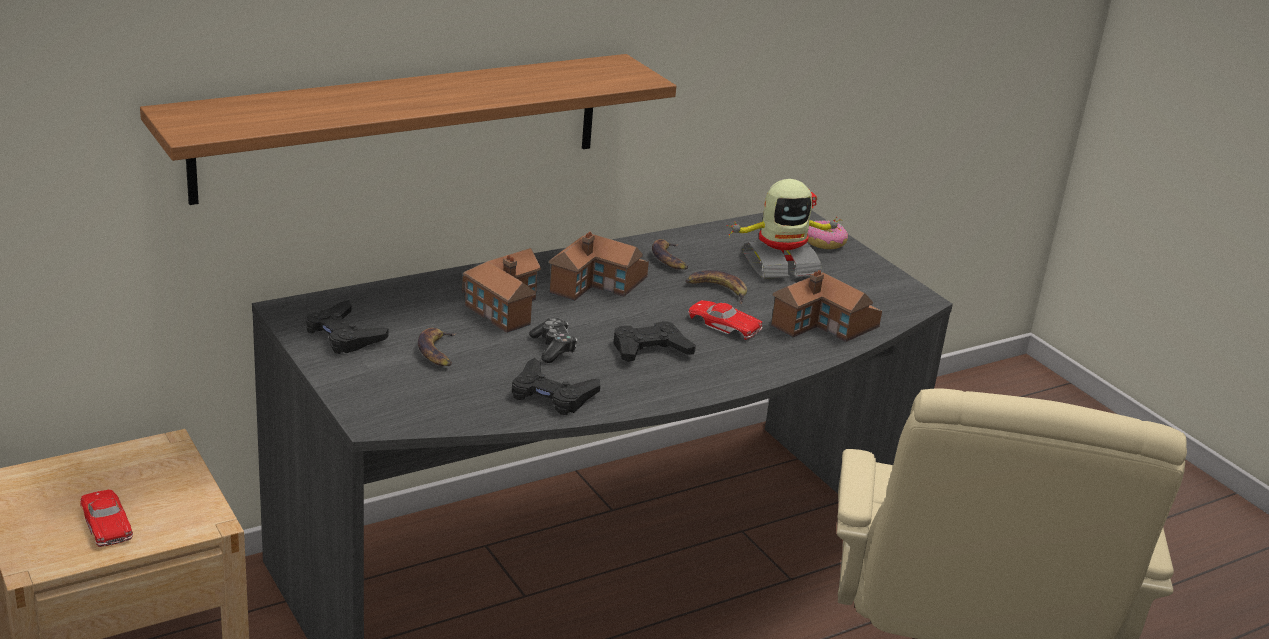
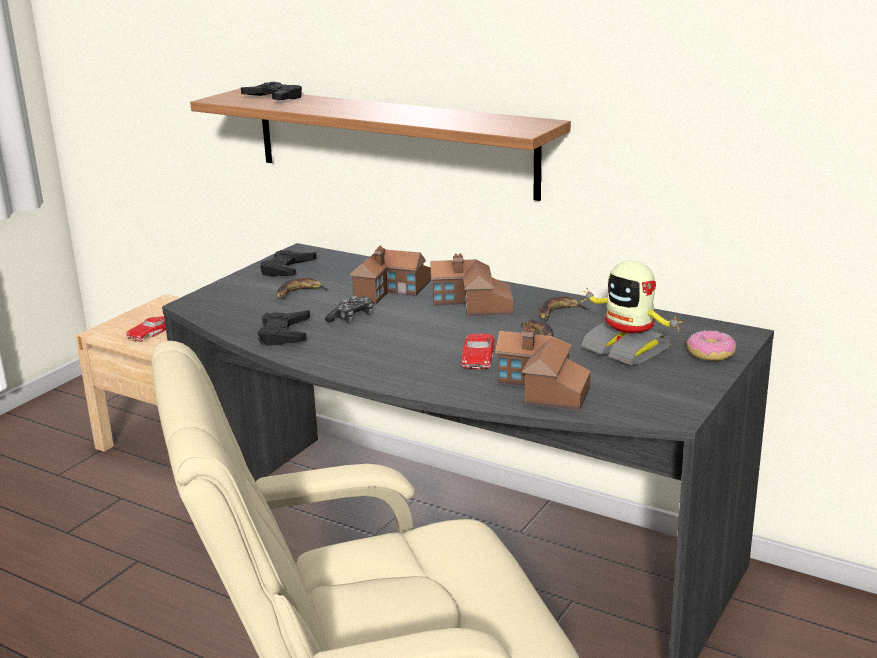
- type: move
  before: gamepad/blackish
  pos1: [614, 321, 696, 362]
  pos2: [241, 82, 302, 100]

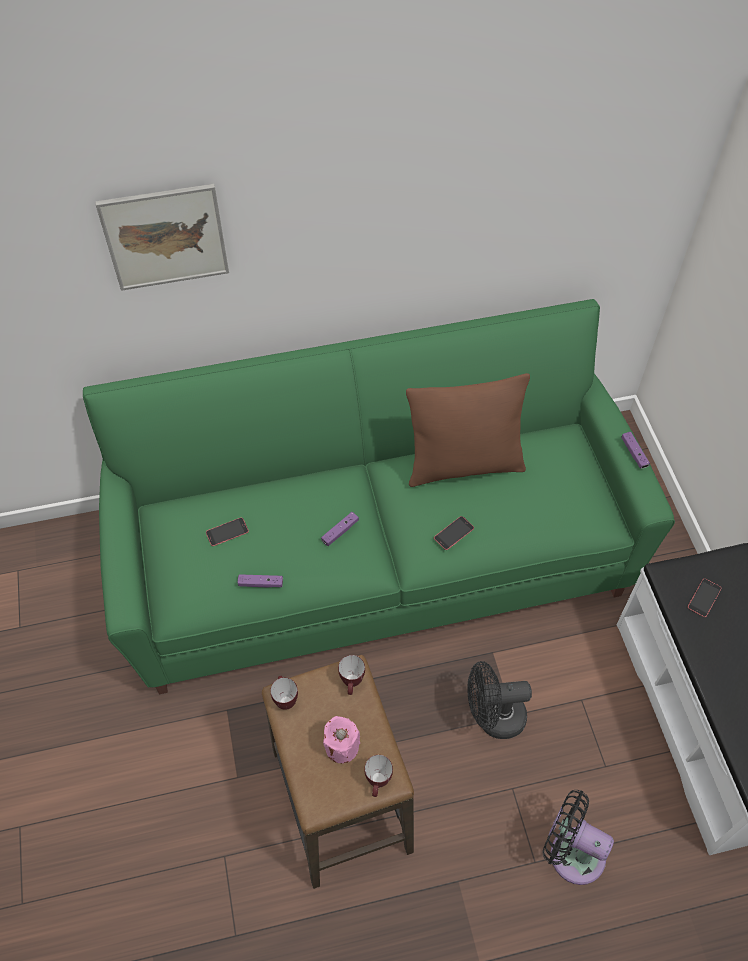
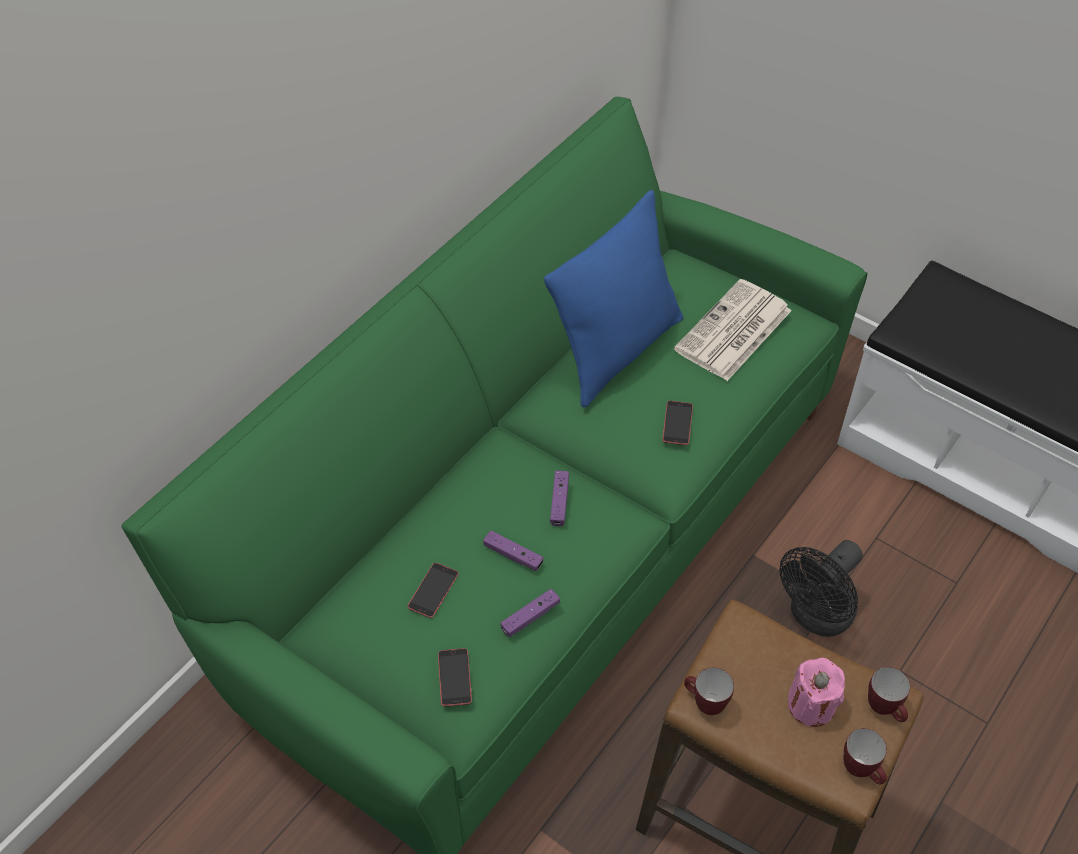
- type: delete
  before: picture
  pos1: [95, 184, 229, 291]
- type: delete
  before: cooling fan/blackish
  pos1: [543, 790, 614, 885]
- type: insert
  after: newspaper
  pos2: [674, 279, 792, 381]
- type: move
  before: mug
  pos1: [338, 655, 365, 695]
  pos2: [844, 728, 887, 785]
- type: move
  before: gamepad/purple
  pos1: [621, 432, 650, 468]
  pos2: [483, 531, 544, 571]
- type: move
  before: telephone
  pos1: [688, 578, 721, 617]
  pos2: [438, 648, 472, 706]
- type: recolor
  before: pillow/brown
  after: pillow/blue-coloured
  pos1: [406, 373, 530, 487]
  pos2: [544, 190, 683, 408]

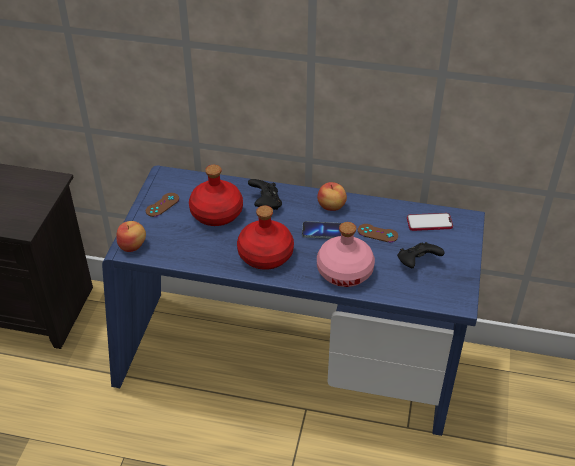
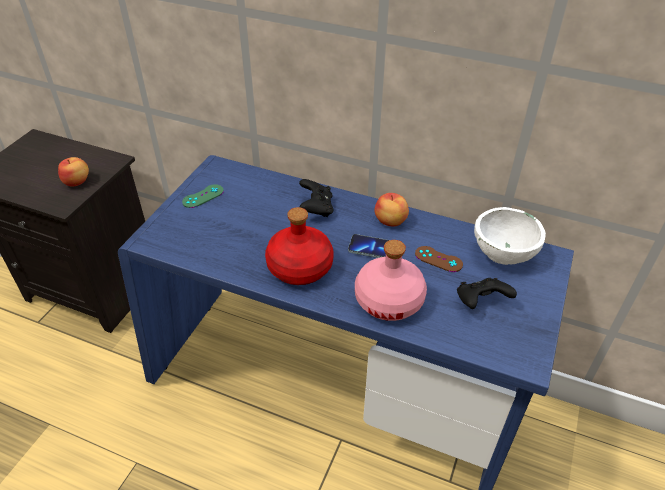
- type: delete
  before: drink bottle/red-coloured
  pos1: [189, 165, 243, 226]
- type: move
  before: apple fruit
  pos1: [116, 221, 146, 252]
  pos2: [58, 157, 89, 186]
- type: replace
  before: telephone
  after: serving bowl/white
  pos1: [407, 213, 453, 231]
  pos2: [474, 207, 546, 265]
- type: recolor
  before: gamepad/brown
  after: gamepad/green-coloured
  pos1: [146, 193, 179, 217]
  pos2: [182, 184, 224, 208]

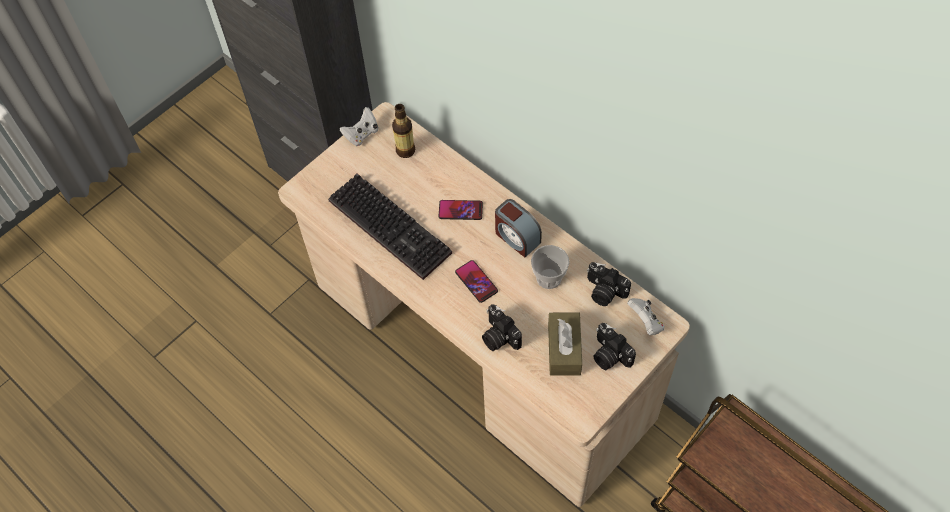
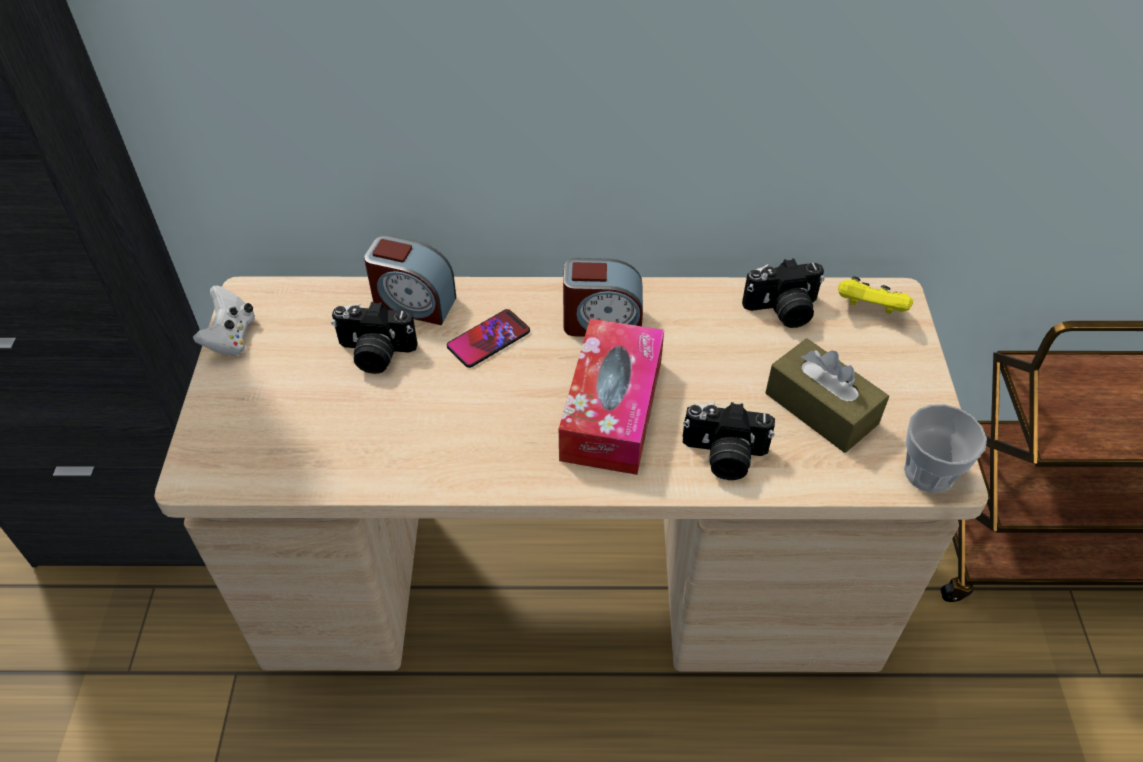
- type: delete
  before: keyboard
  pos1: [328, 173, 452, 280]
- type: delete
  before: drink bottle
  pos1: [392, 104, 415, 158]
- type: insert
  after: alarm clock
  pos2: [364, 235, 456, 325]
- type: move
  before: cup
  pos1: [531, 245, 569, 289]
  pos2: [904, 404, 987, 493]
- type: move
  before: still camera
  pos1: [593, 323, 636, 370]
  pos2: [331, 302, 418, 374]
- type: replace
  before: telephone
  after: tissue holder
  pos1: [455, 260, 498, 303]
  pos2: [559, 318, 664, 475]
- type: recolor
  before: gamepad/white
  after: gamepad/yellowish
  pos1: [627, 298, 665, 335]
  pos2: [838, 276, 913, 314]

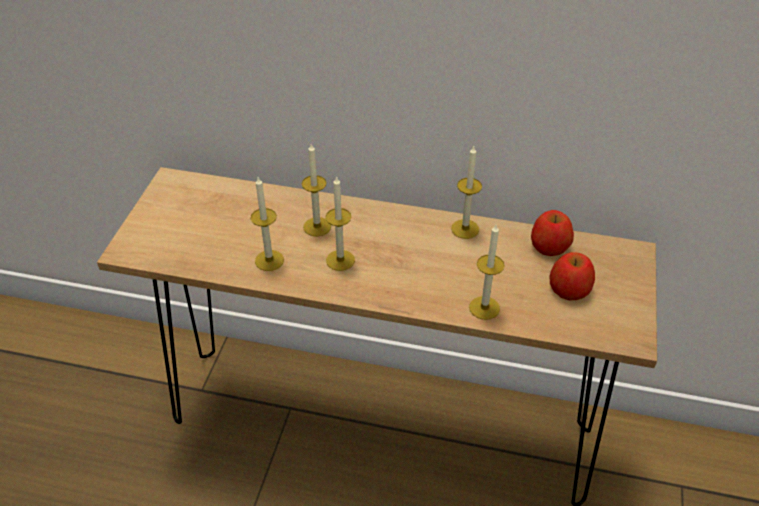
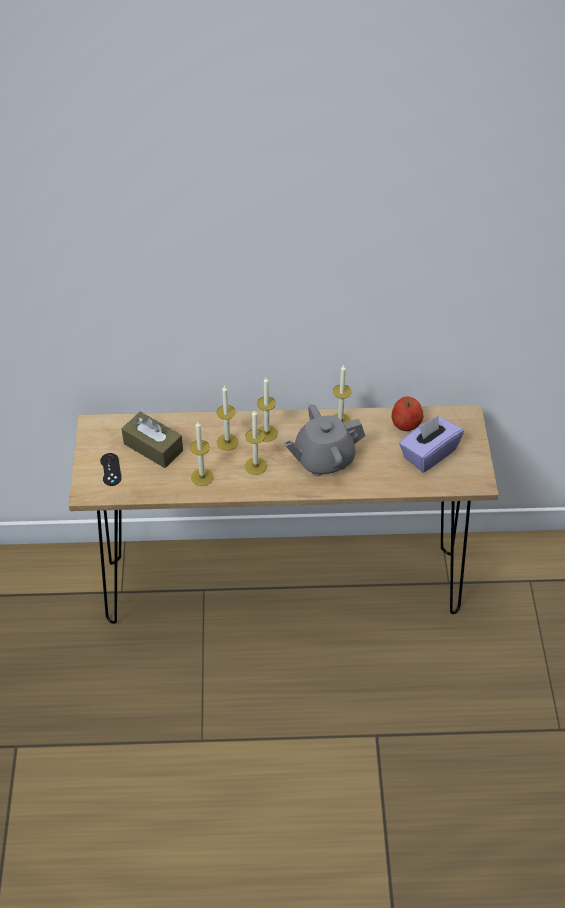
- type: insert
  after: gamepad/blackish
  pos2: [100, 453, 122, 486]
- type: insert
  after: tissue holder/brown
  pos2: [121, 412, 183, 468]
- type: insert
  after: pot for tea/gray
  pos2: [284, 404, 365, 476]
- type: move
  before: wax candle
  pos1: [469, 225, 504, 320]
  pos2: [257, 377, 278, 442]
- type: replace
  before: apple fruit
  after: tissue holder/purple
  pos1: [550, 252, 595, 300]
  pos2: [399, 416, 464, 472]

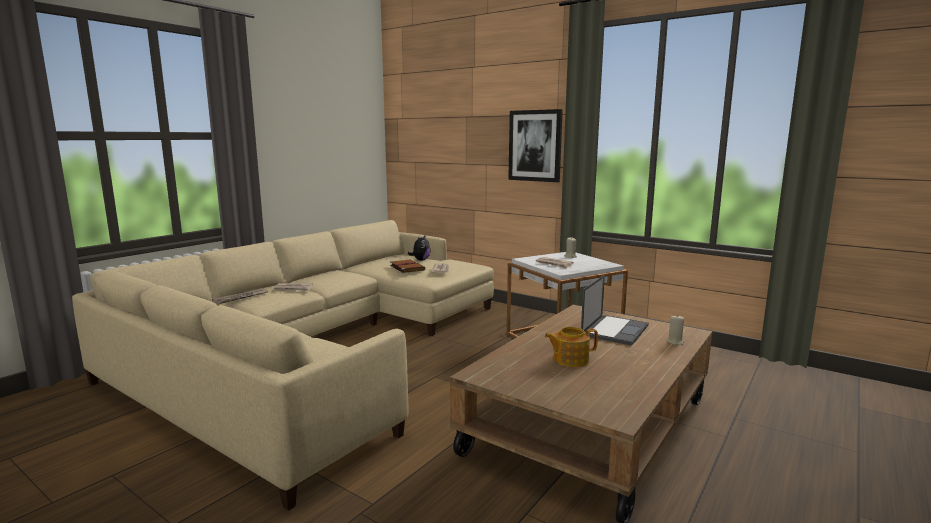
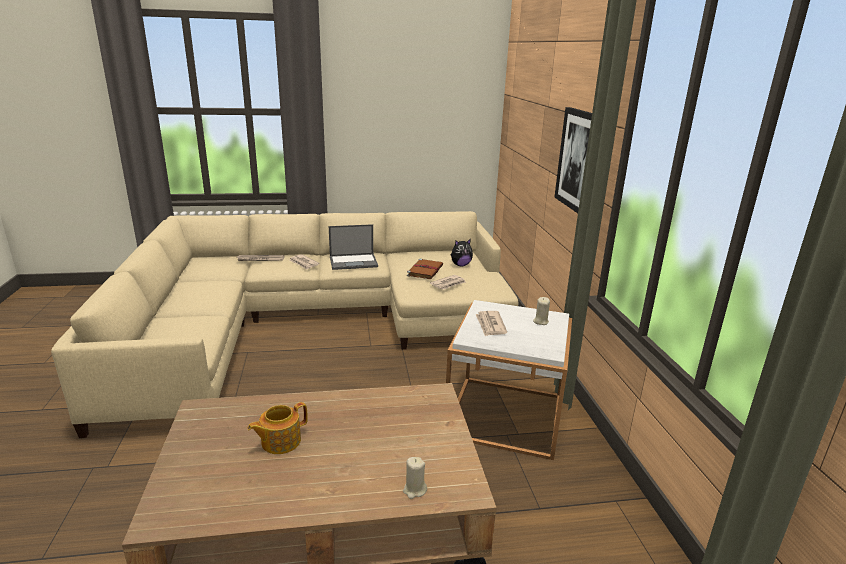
- type: move
  before: laptop
  pos1: [581, 275, 649, 346]
  pos2: [329, 224, 378, 270]
- type: rotate
  before: pot for tea
  pos1: [545, 327, 598, 367]
  pos2: [248, 402, 308, 454]
  turn: -75

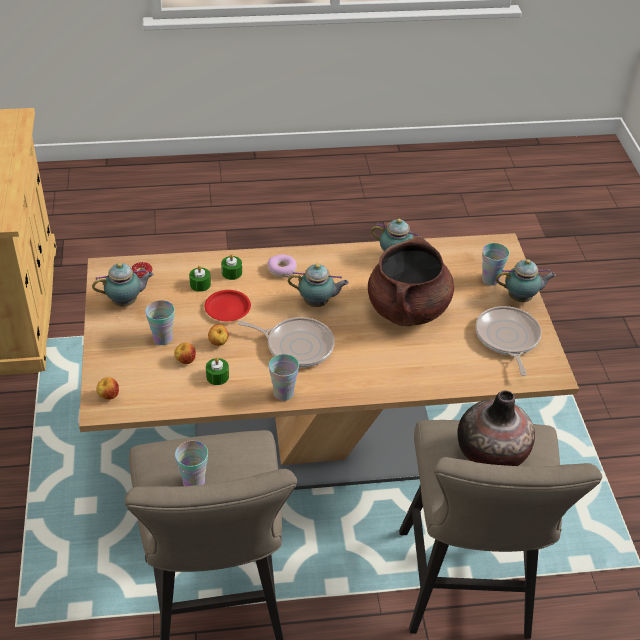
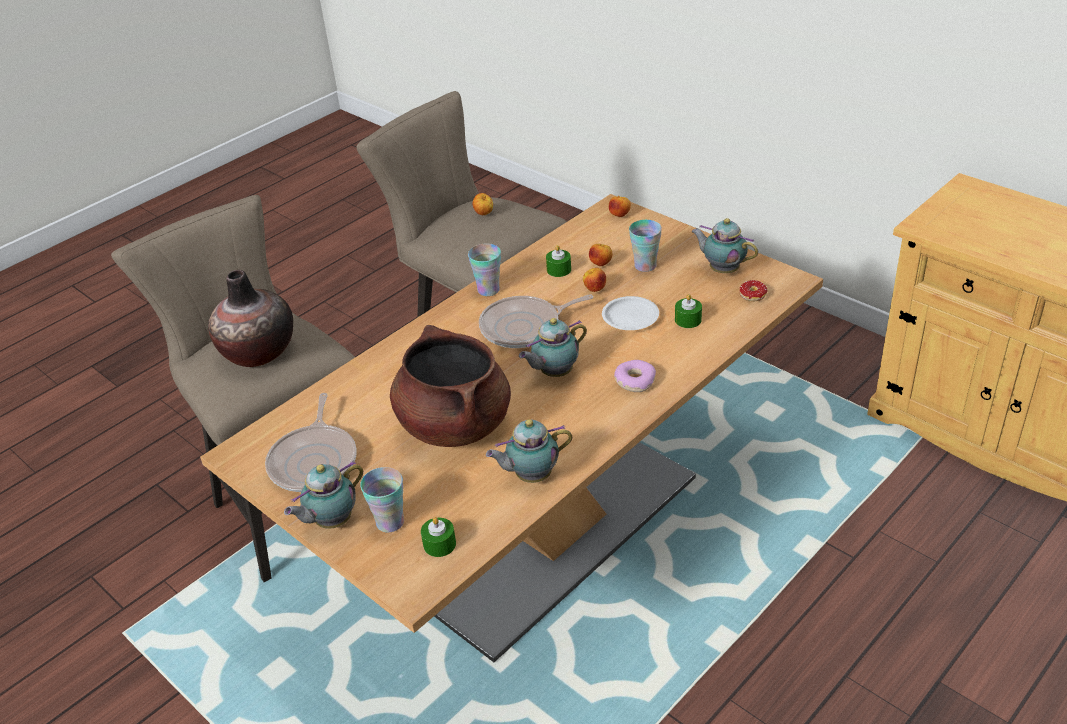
- type: move
  before: wax candle/green-coloured
  pos1: [221, 254, 242, 280]
  pos2: [421, 517, 456, 557]
- type: replace
  before: cup
  after: apple fruit
  pos1: [175, 441, 208, 486]
  pos2: [473, 193, 493, 215]
- type: recolor
  before: dinner plate/red-coloured
  after: dinner plate/white
  pos1: [204, 290, 251, 321]
  pos2: [602, 296, 659, 330]
- type: rotate
  before: pot for tea
  pos1: [92, 263, 154, 307]
  pos2: [692, 218, 758, 273]
  turn: 90
- type: rotate
  before: frying pan
  pos1: [475, 306, 541, 376]
  pos2: [265, 393, 357, 492]
  turn: 45

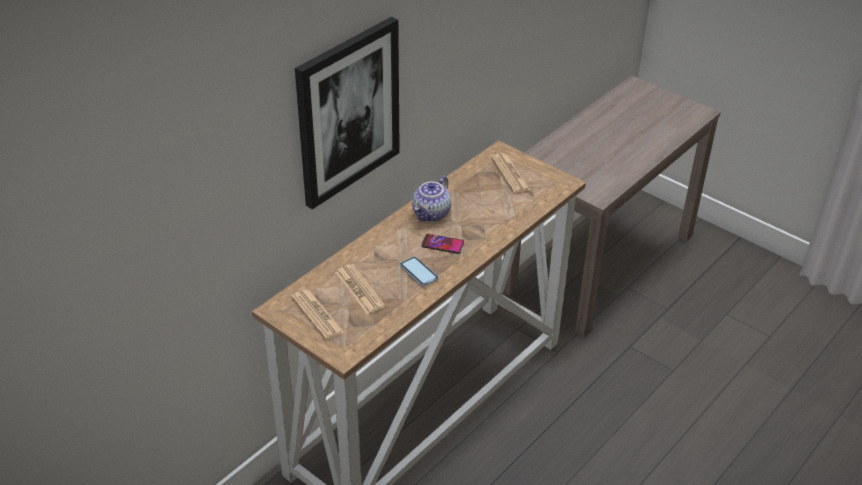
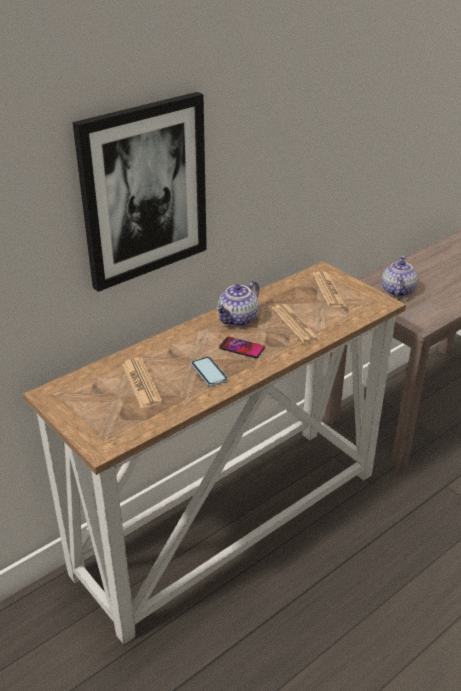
- type: insert
  after: pot for tea
  pos2: [382, 256, 418, 297]
- type: move
  before: newspaper
  pos1: [291, 289, 344, 340]
  pos2: [272, 304, 320, 344]

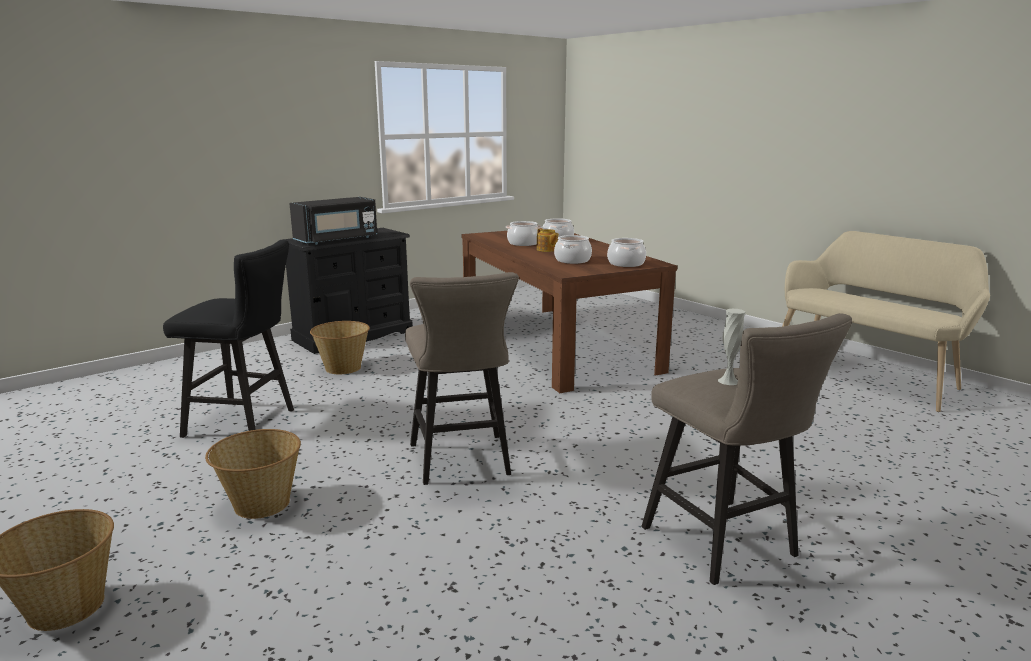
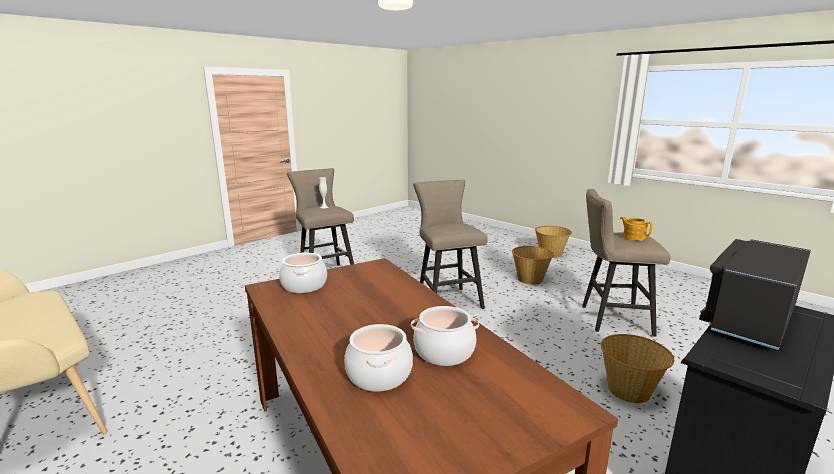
- type: delete
  before: stockpot
  pos1: [554, 235, 592, 264]
- type: move
  before: pot for tea
  pos1: [537, 228, 559, 252]
  pos2: [620, 217, 653, 241]
- type: recolor
  before: stool seat/blackish
  after: stool seat/sand-coloured
  pos1: [163, 240, 294, 438]
  pos2: [582, 189, 671, 337]

